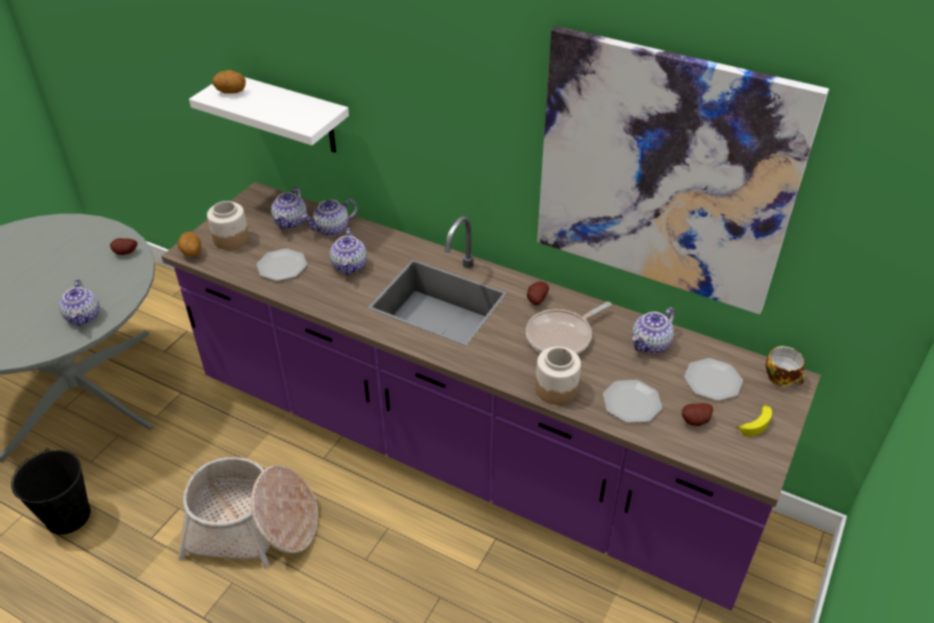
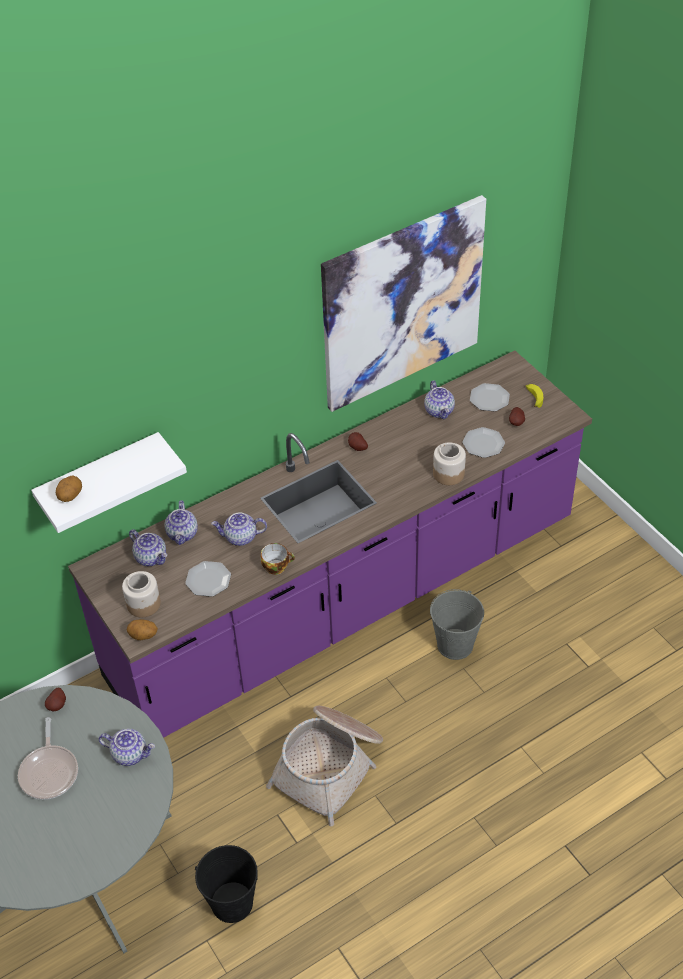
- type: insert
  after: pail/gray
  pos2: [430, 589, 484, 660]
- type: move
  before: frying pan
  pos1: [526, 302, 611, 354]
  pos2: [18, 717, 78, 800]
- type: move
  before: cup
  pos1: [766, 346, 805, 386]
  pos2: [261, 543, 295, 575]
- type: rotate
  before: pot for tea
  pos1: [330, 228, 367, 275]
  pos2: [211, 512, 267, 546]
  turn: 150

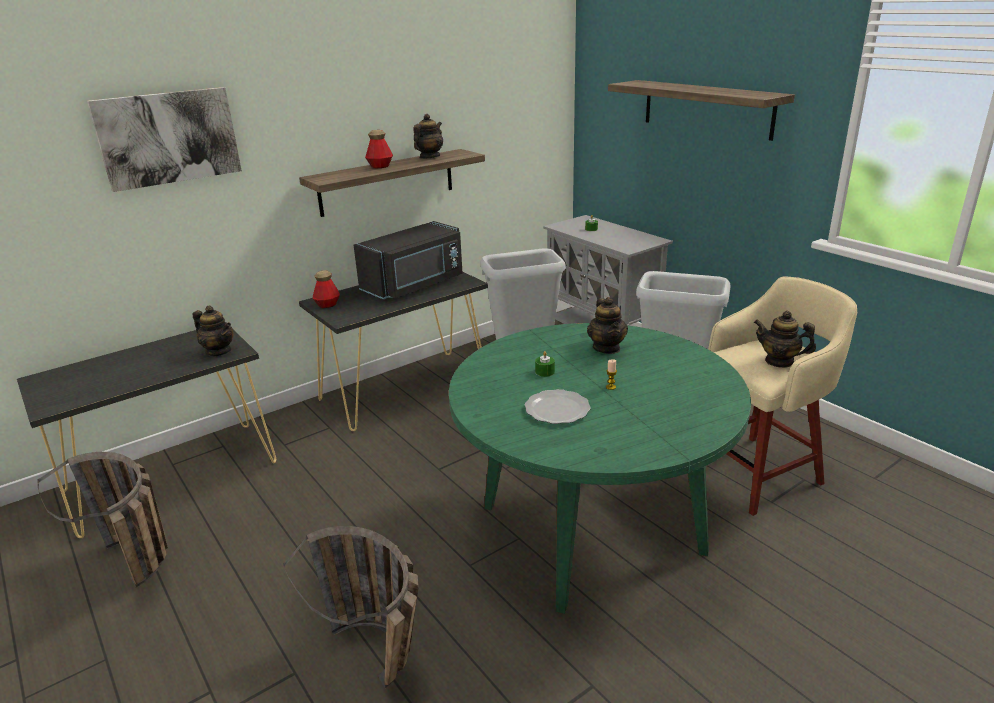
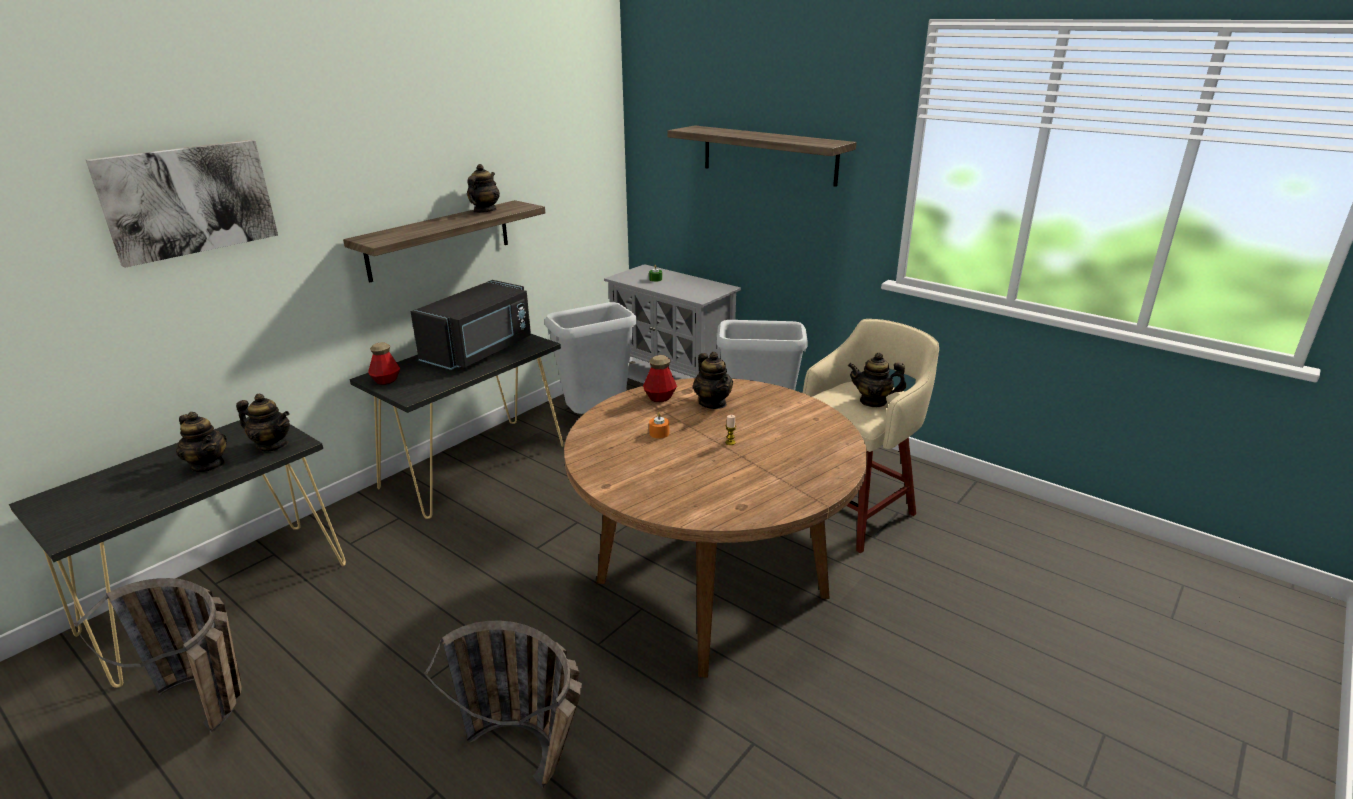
- type: delete
  before: dinner plate
  pos1: [525, 389, 591, 424]
- type: insert
  after: pot for tea
  pos2: [176, 412, 227, 472]
- type: move
  before: drink bottle
  pos1: [365, 130, 393, 168]
  pos2: [643, 355, 677, 402]
- type: recolor
  before: dining table/green-coloured
  after: dining table/brown
  pos1: [449, 323, 751, 614]
  pos2: [564, 378, 867, 678]
- type: recolor
  before: wax candle/green-coloured
  after: wax candle/orange-coloured
  pos1: [535, 351, 555, 377]
  pos2: [649, 412, 669, 439]

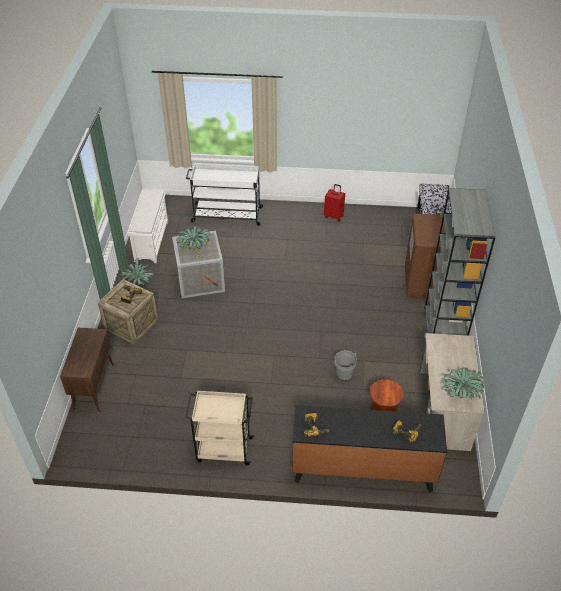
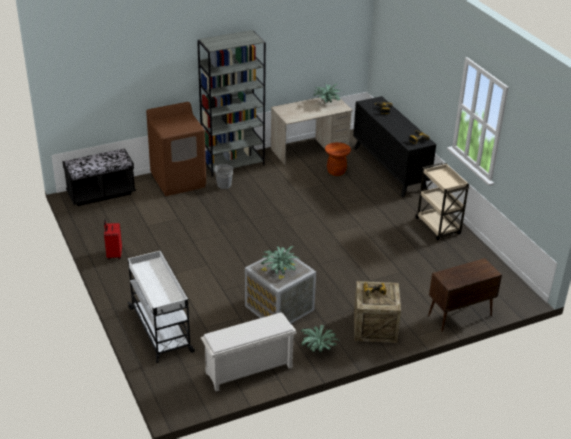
- type: move
  before: pail/gray
  pos1: [334, 350, 357, 380]
  pos2: [215, 164, 233, 189]

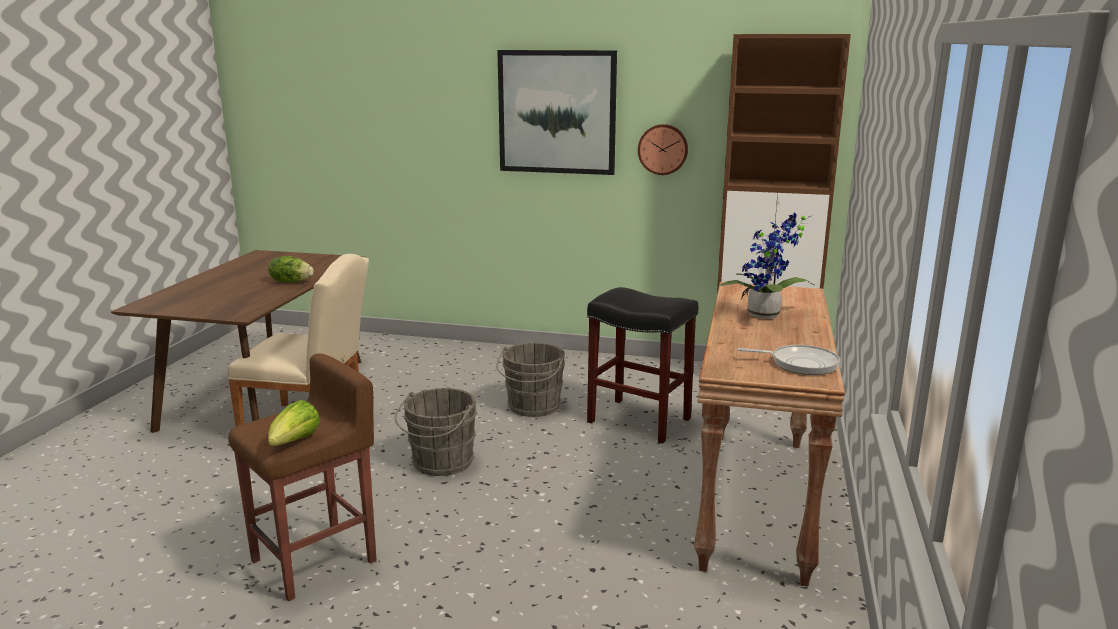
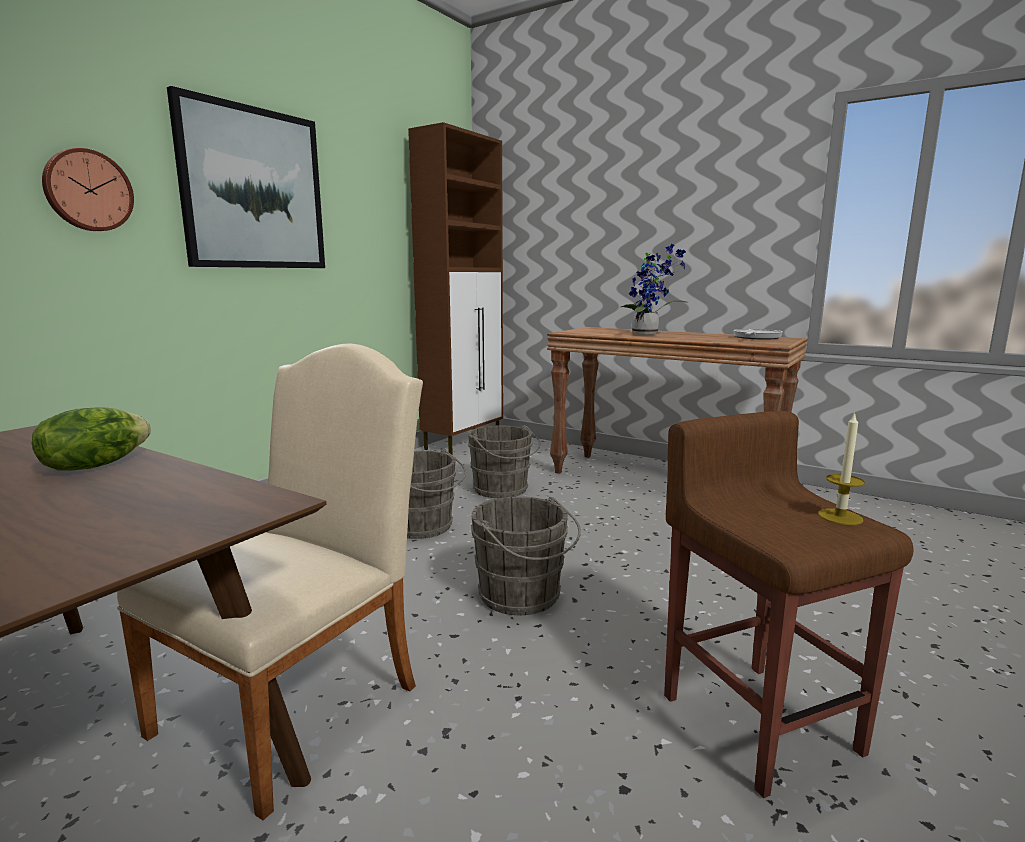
- type: move
  before: clock on the wall
  pos1: [638, 124, 688, 175]
  pos2: [42, 148, 134, 231]
- type: replace
  before: lettuce
  after: wax candle
  pos1: [268, 400, 320, 446]
  pos2: [818, 411, 865, 525]
- type: replace
  before: stool seat/blackish
  after: pail/gray
  pos1: [587, 287, 698, 443]
  pos2: [468, 425, 541, 498]

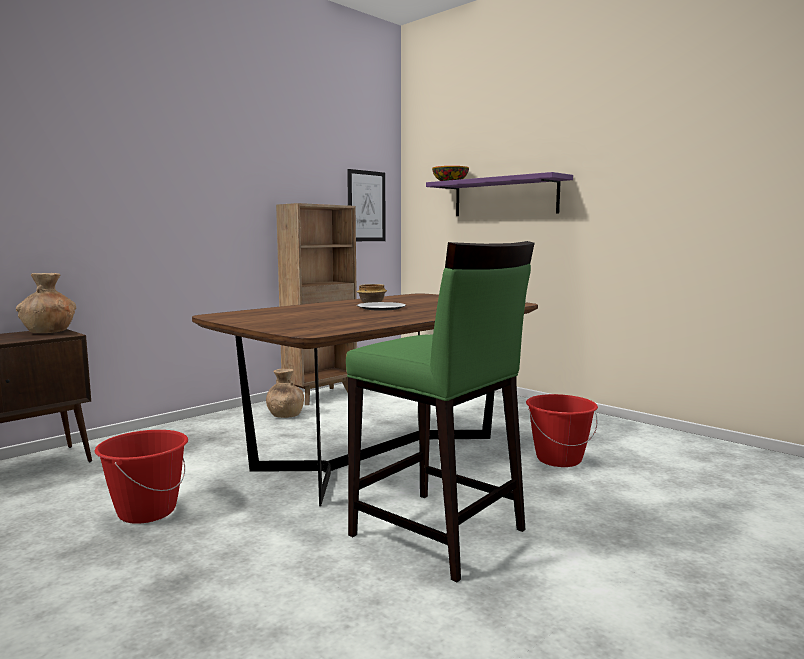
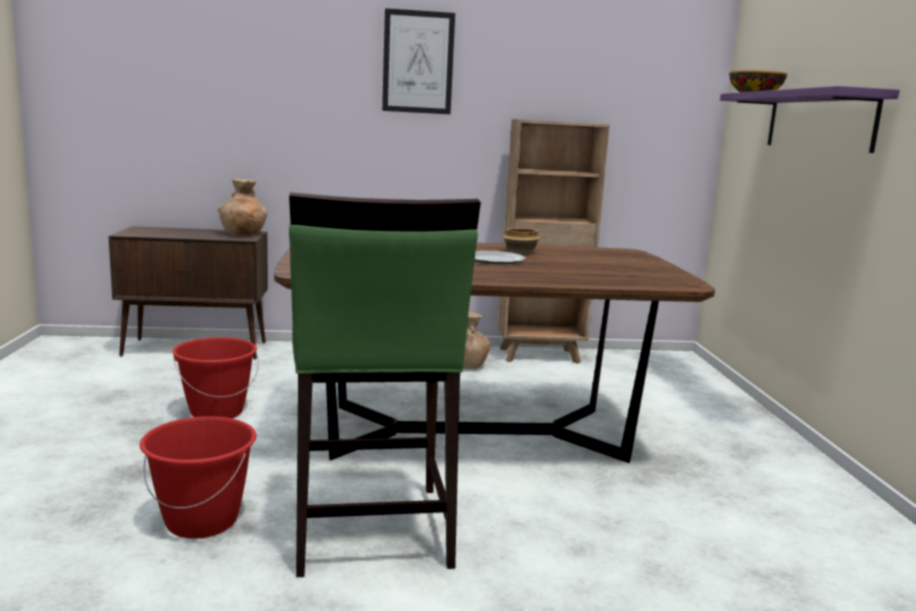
- type: move
  before: picture
  pos1: [347, 169, 386, 241]
  pos2: [382, 8, 455, 114]
- type: move
  before: pail/red-coloured
  pos1: [526, 394, 598, 467]
  pos2: [140, 416, 256, 539]

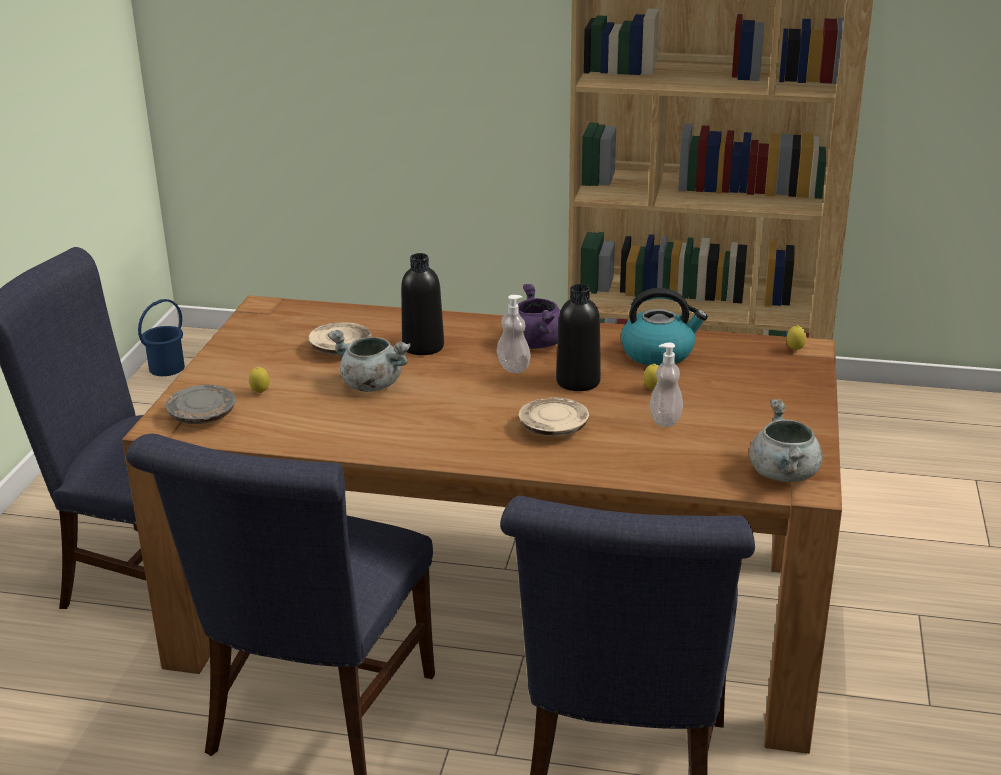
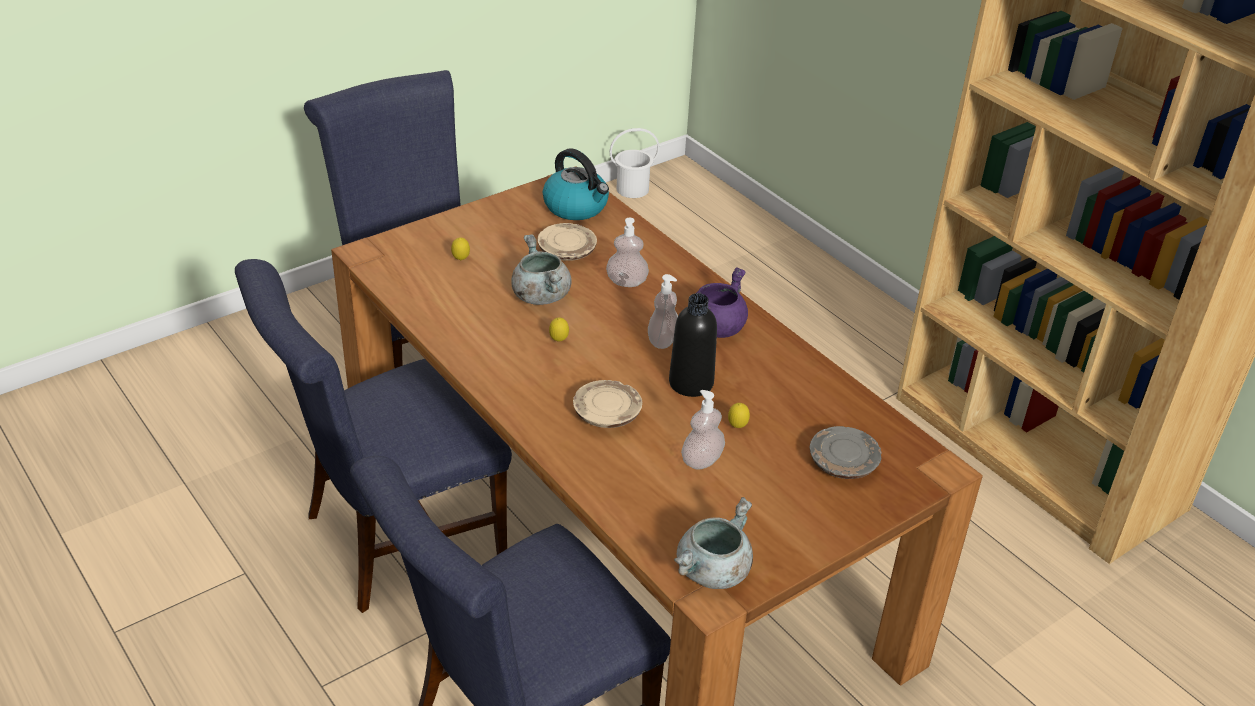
- type: move
  before: dinner plate/gray
  pos1: [166, 385, 236, 424]
  pos2: [810, 426, 881, 479]
- type: move
  before: water kettle
  pos1: [621, 288, 708, 365]
  pos2: [543, 148, 609, 220]
- type: move
  before: lemon
  pos1: [786, 325, 807, 351]
  pos2: [549, 318, 569, 342]
- type: replace
  before: drink bottle/blackish
  after: liquid soap bottle
  pos1: [401, 253, 444, 355]
  pos2: [606, 218, 649, 287]
- type: recolor
  before: pail/blue-coloured
  after: pail/white
  pos1: [138, 299, 185, 376]
  pos2: [610, 128, 660, 198]

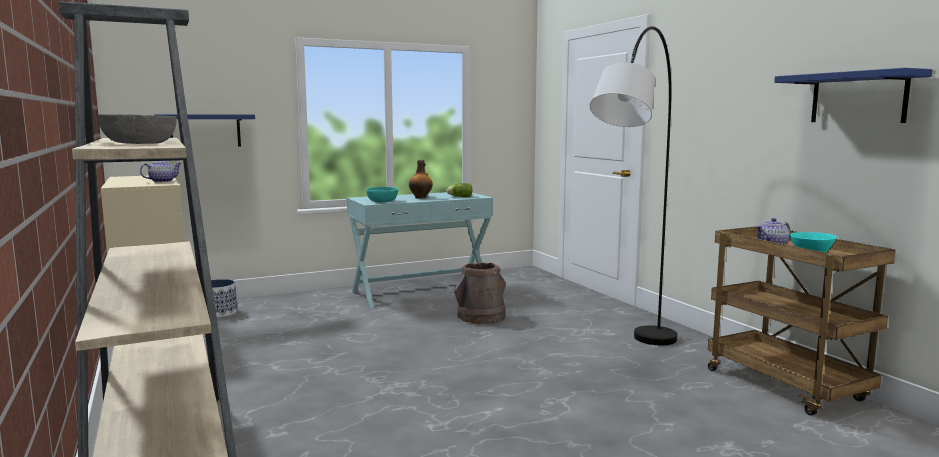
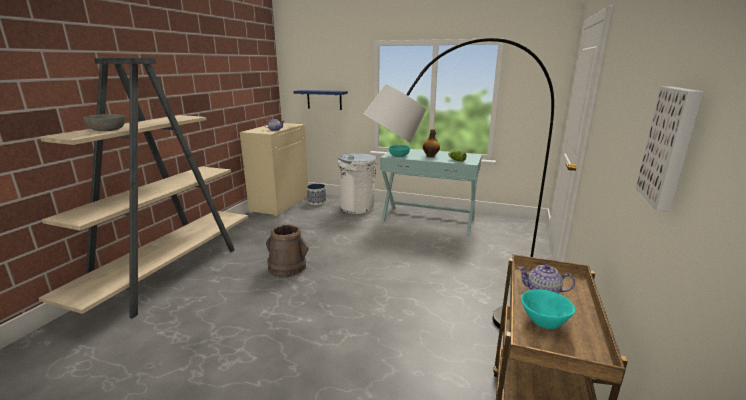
- type: insert
  after: rubbish bin/white
  pos2: [337, 153, 377, 214]
- type: move
  before: pail/brown
  pos1: [454, 262, 506, 324]
  pos2: [266, 224, 309, 278]
- type: replace
  before: shelf/blue-coloured
  after: picture
  pos1: [774, 68, 932, 123]
  pos2: [636, 86, 704, 212]

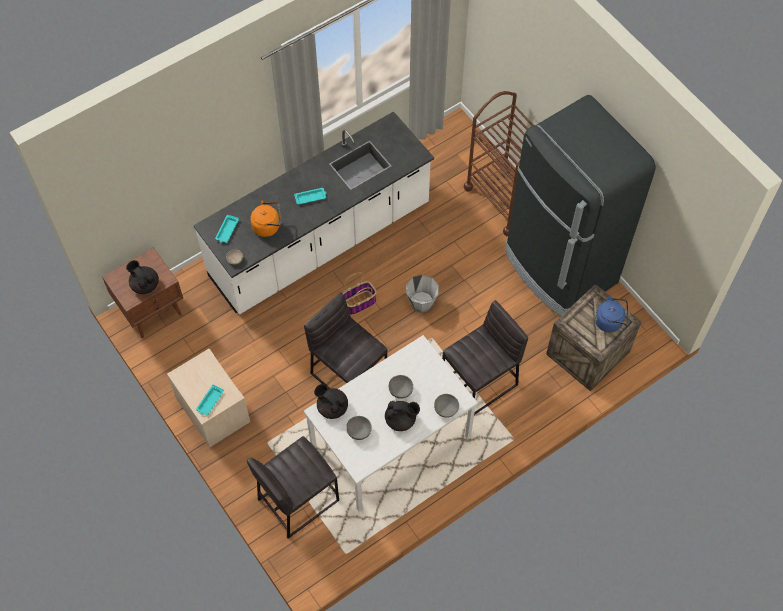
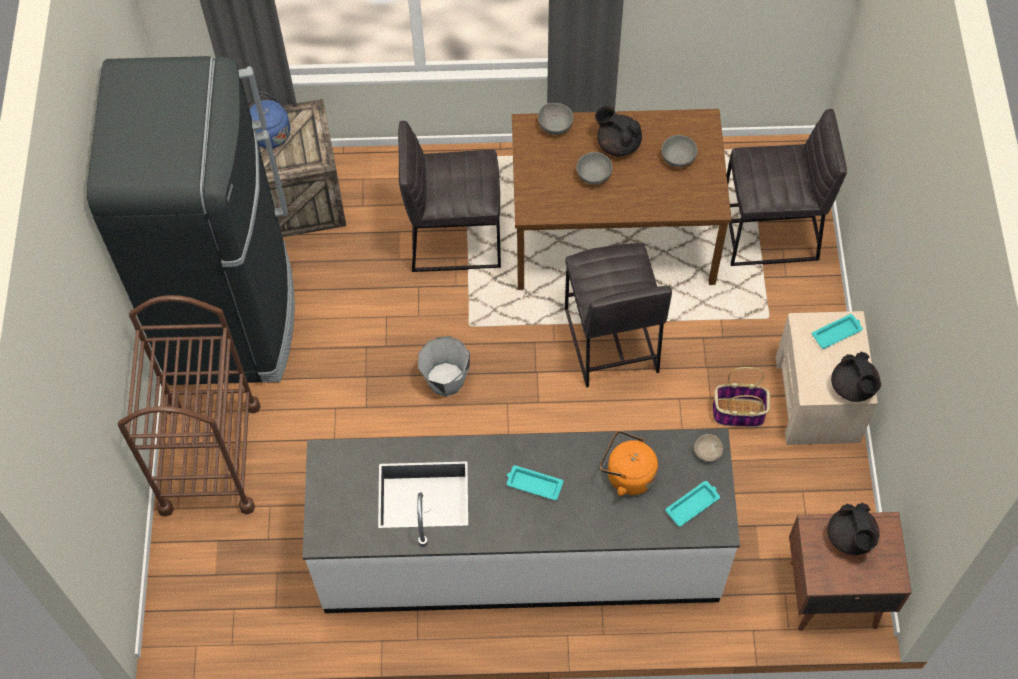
- type: move
  before: pot for tea/blackish
  pos1: [314, 384, 348, 419]
  pos2: [831, 352, 881, 402]
- type: move
  before: storage basket
  pos1: [343, 272, 377, 315]
  pos2: [713, 367, 770, 427]
- type: recolor
  before: dining table/white
  after: dining table/brown
  pos1: [304, 335, 478, 512]
  pos2: [512, 109, 731, 290]

